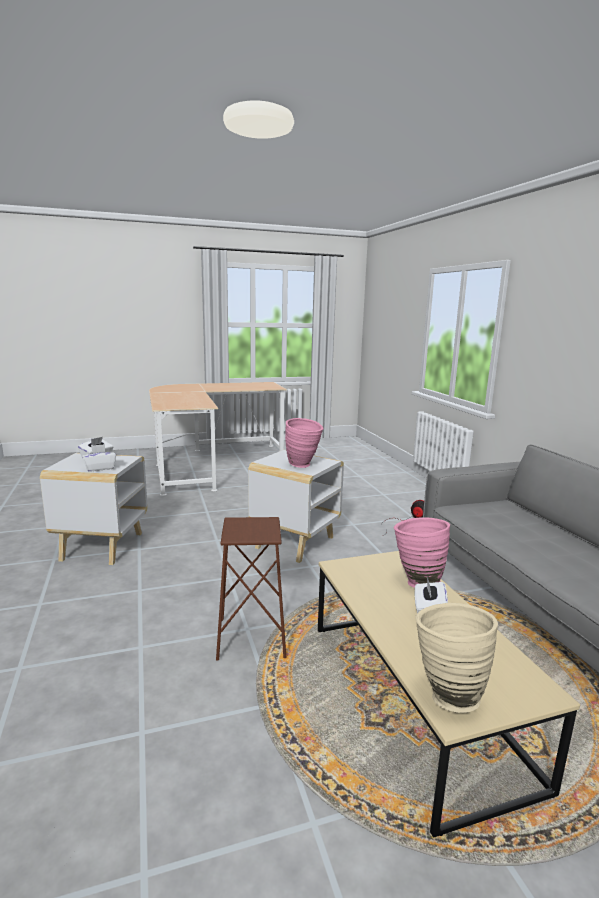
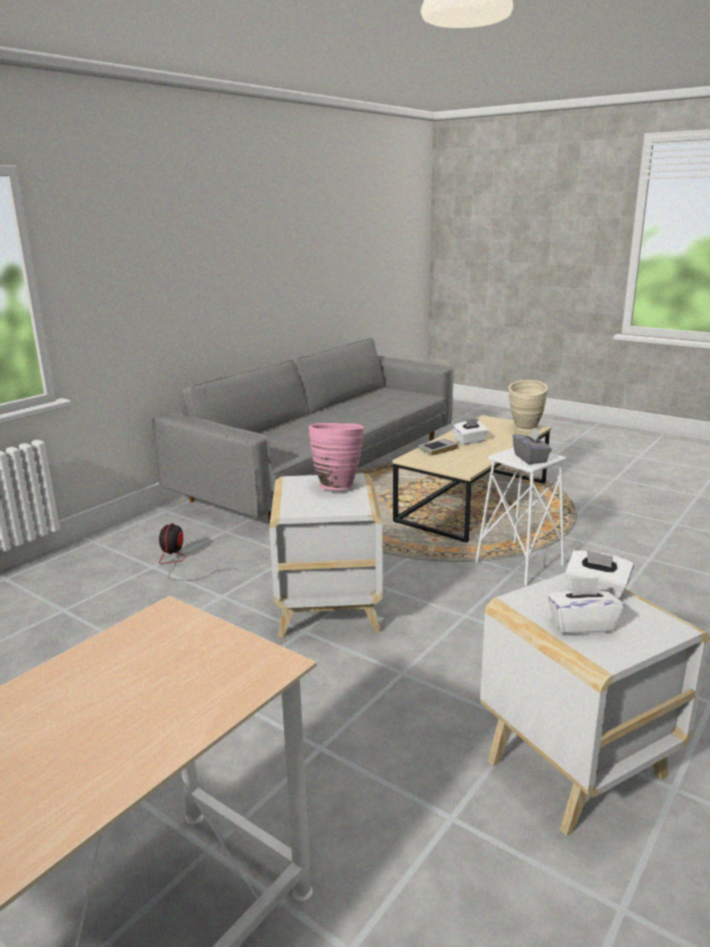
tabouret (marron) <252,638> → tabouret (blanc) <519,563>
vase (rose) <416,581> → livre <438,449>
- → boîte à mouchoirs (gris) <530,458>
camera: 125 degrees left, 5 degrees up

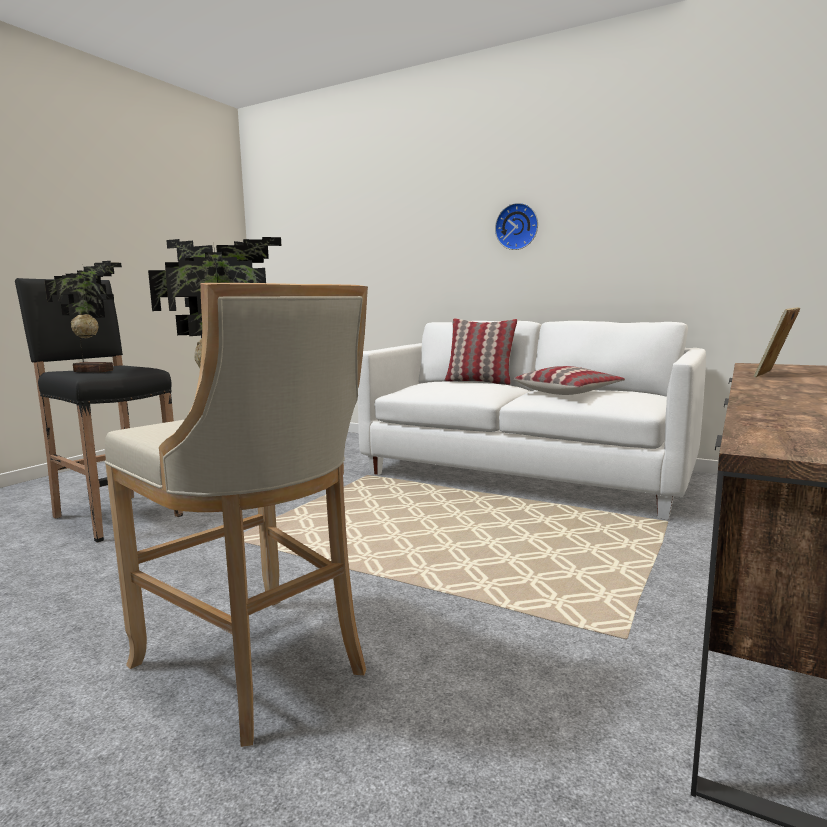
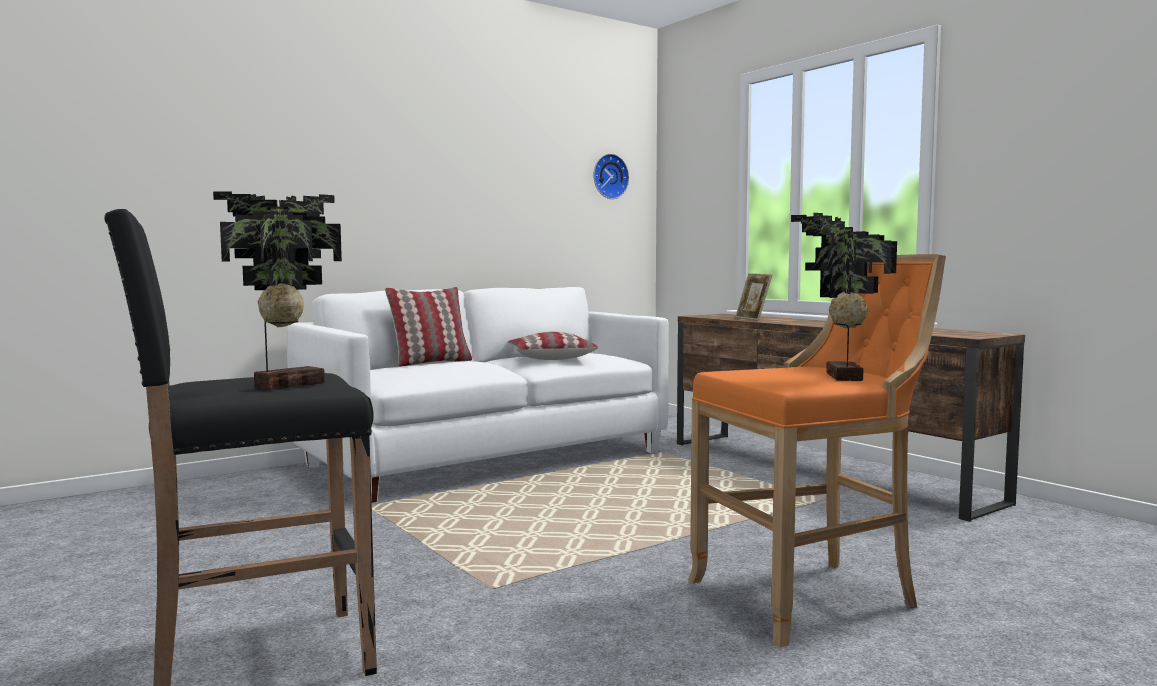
tabouret (beige) <258,668> → tabouret (orange) <810,596>
horloge murale <517,227> → horloge murale <609,176>, relocated
camera: 65 degrees left, 5 degrees down

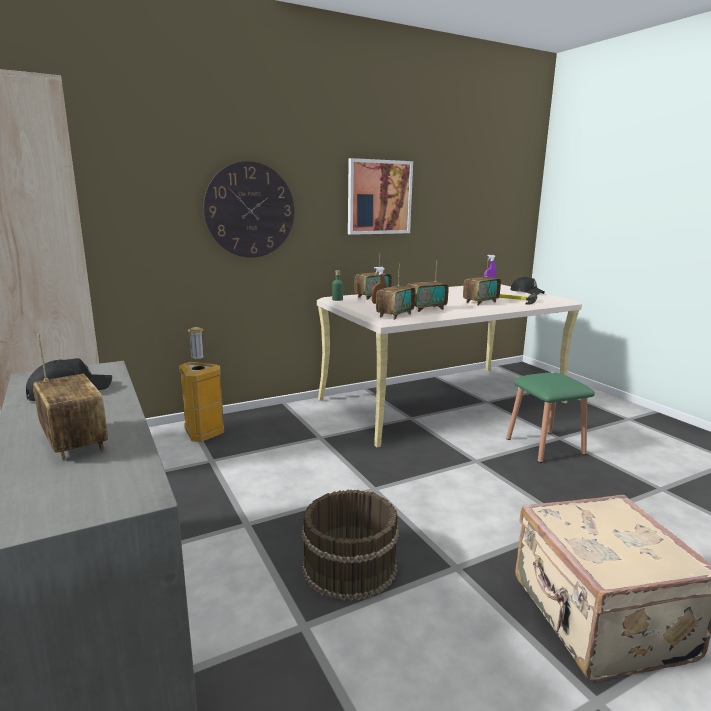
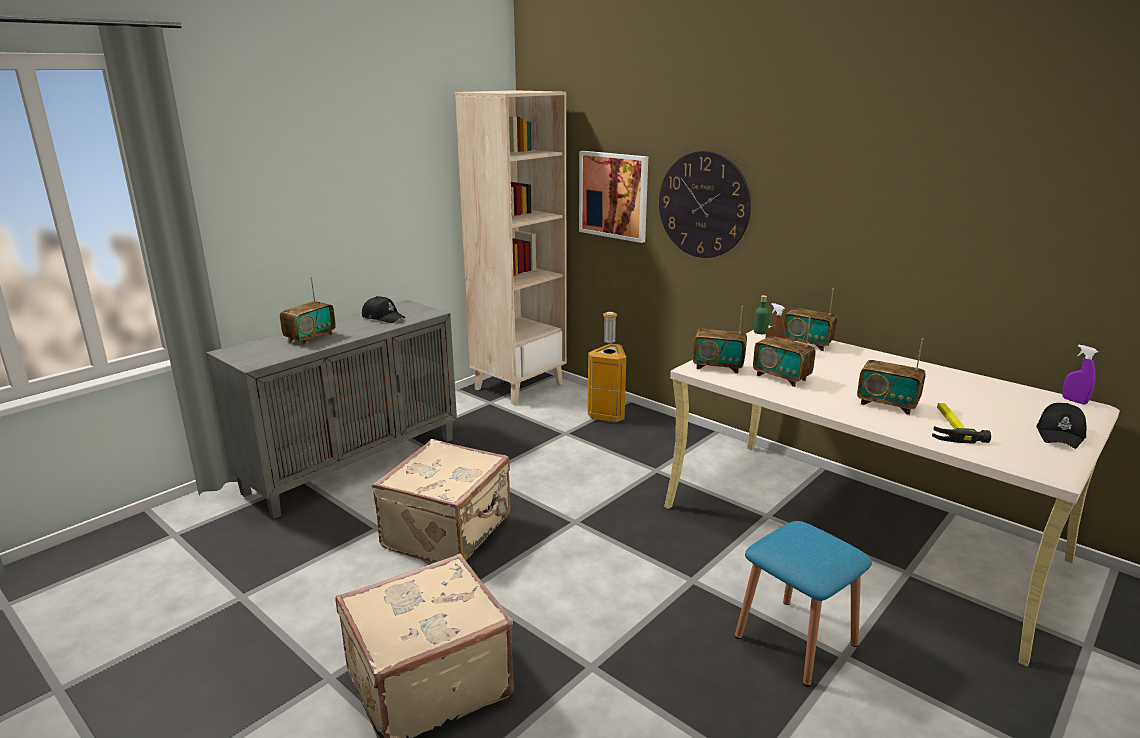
seau (marron) <349,565> → valise (beige) <450,532>
tableau <379,197> → tableau <613,195>, relocated
tabouret (vert) <545,446> → tabouret (bleu) <796,640>
camera: 70 degrees right, 5 degrees up

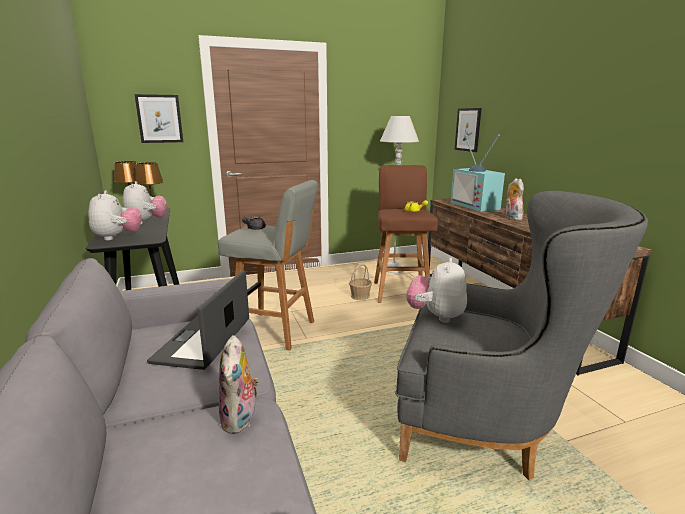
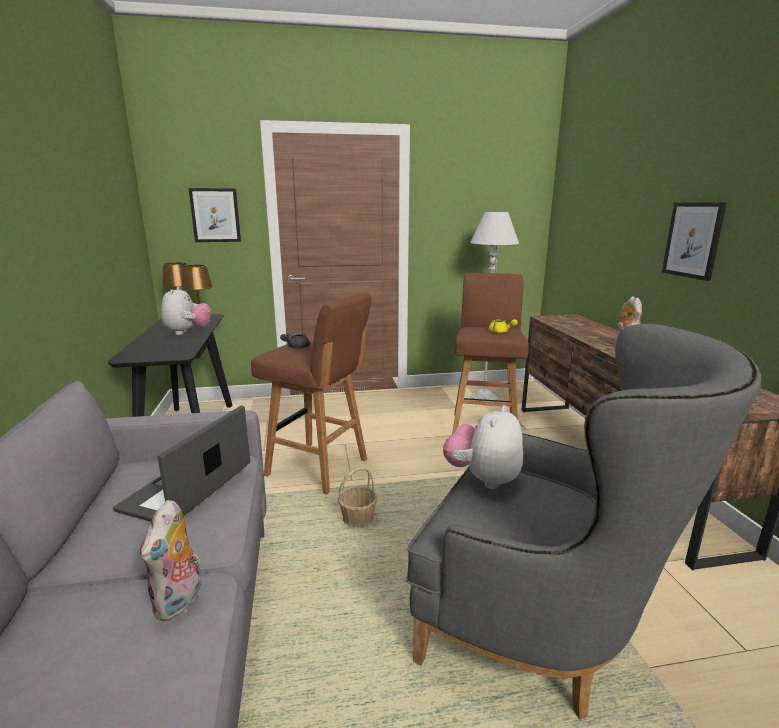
peluche <117,237> → -
tabouret (gris) <276,331> → tabouret (marron) <319,468>
panier <360,296> → panier <358,519>, relocated
téléviseur <477,206> → -
tableau <468,129> → tableau <693,240>, relocated
camera: 10 degrees right, 0 degrees up

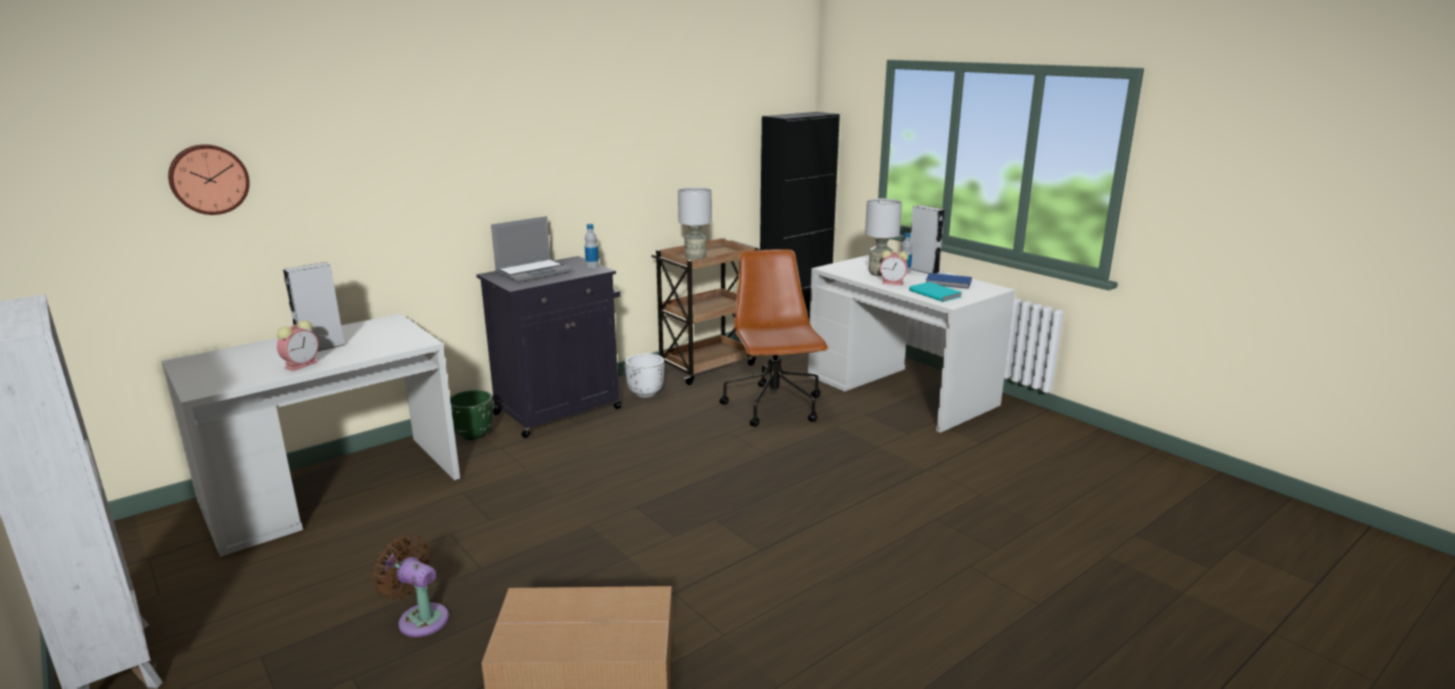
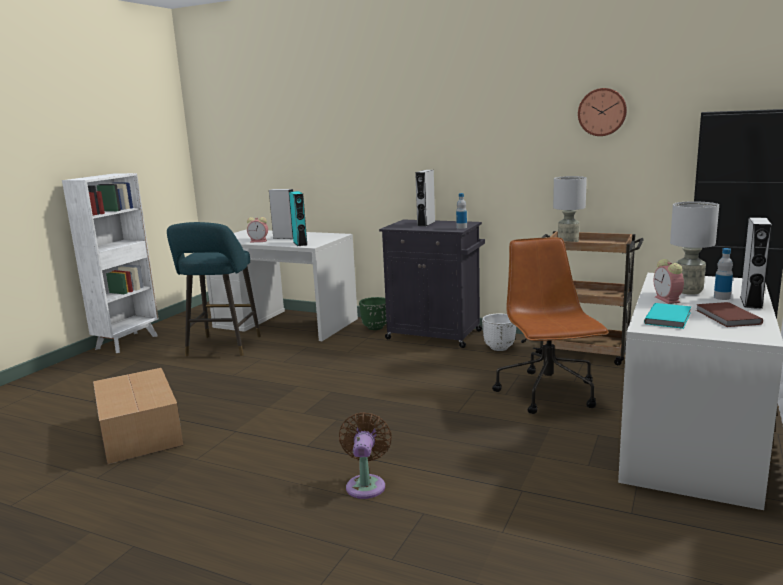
horloge murale <209,179> → horloge murale <602,112>, relocated
ventilateur (marron) <420,618> → ventilateur (marron) <366,484>, relocated
ordinateur portable <534,272> → enceinte (gris) <426,224>
chaise de bureau (marron) <774,407> → chaise de bureau (marron) <548,393>, 60 degrees counterclockwise
livre (bleu) <948,283> → livre (marron) <726,317>
- → tabouret (turquoise) <222,347>
- → enceinte (turquoise) <300,243>
camera: 65 degrees right, 5 degrees down

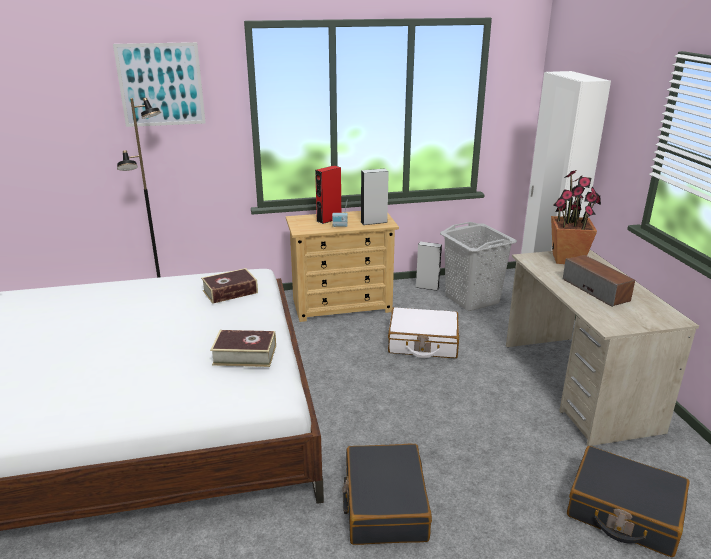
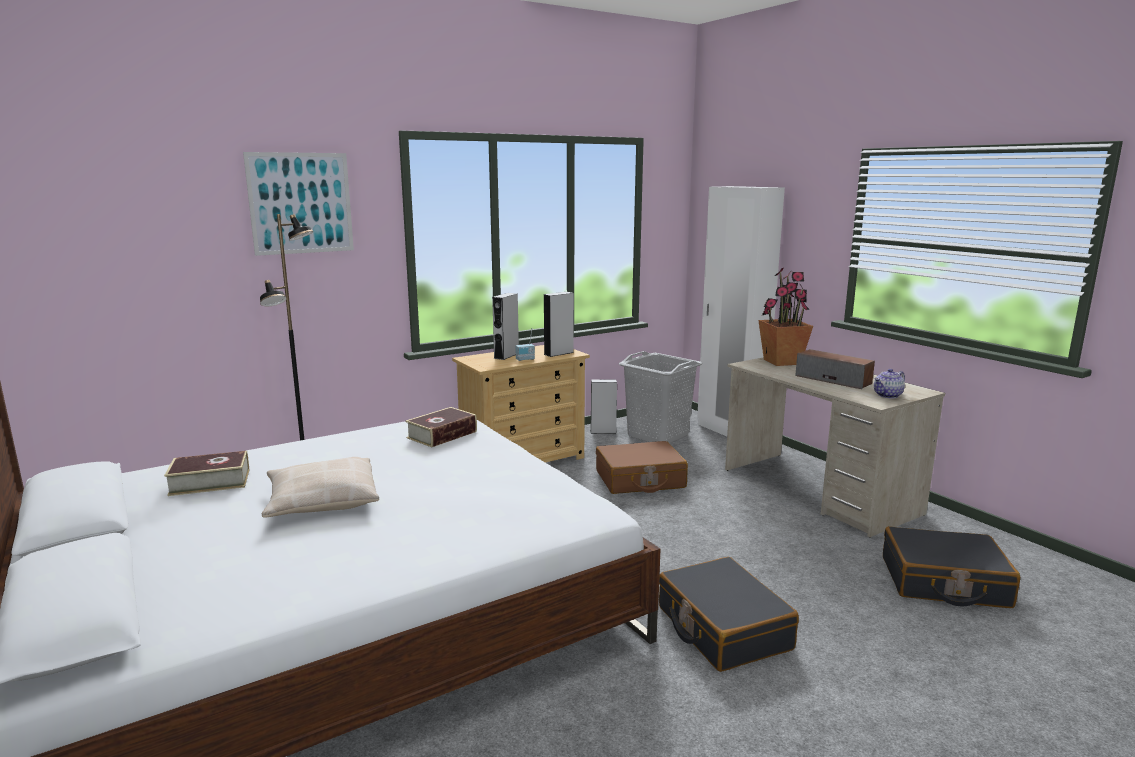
livre <245,355> → livre <210,482>, relocated
enceinte (rouge) <329,219> → enceinte (gris) <506,356>
valise (blanc) <423,343> → valise (marron) <640,480>
- → coussin (beige) <322,500>
- → théière <888,395>
camera: 20 degrees left, 10 degrees down

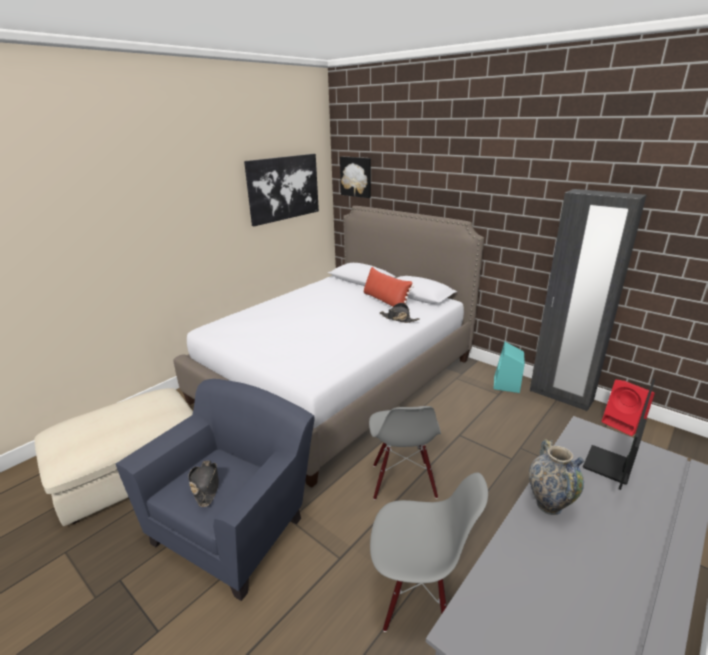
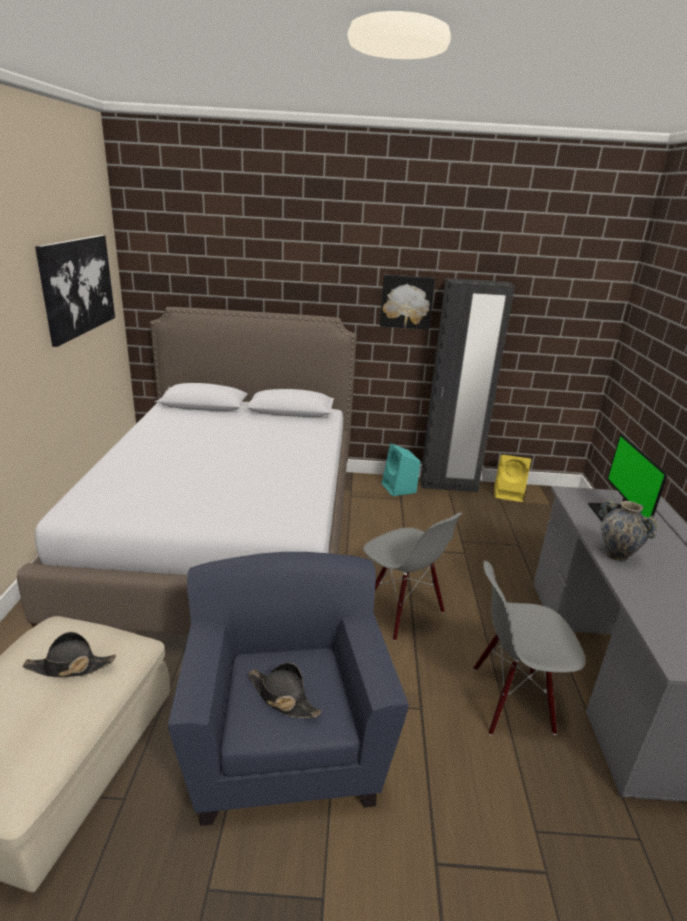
tableau <356,176> → tableau <406,301>, relocated
coussin (rouge) <385,301> → -
chaise (gris) <418,597> → chaise (gris) <511,700>, 150 degrees counterclockwise
chapeau (noir) <398,319> → chapeau (noir) <70,666>, relocated
enceinte (rouge) <624,423> → enceinte (jaune) <509,493>
camera: 40 degrees left, 0 degrees up

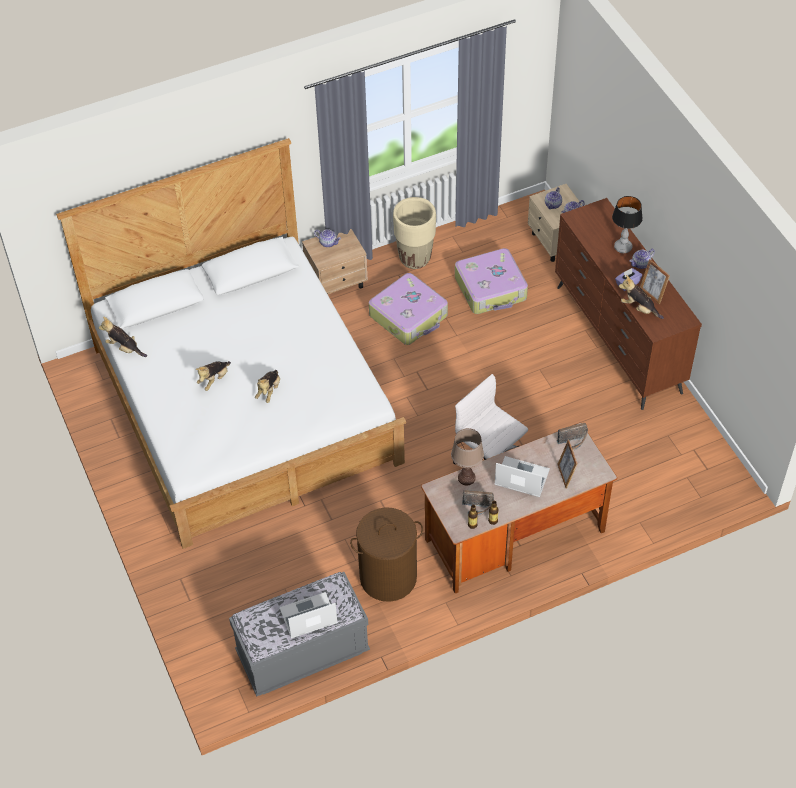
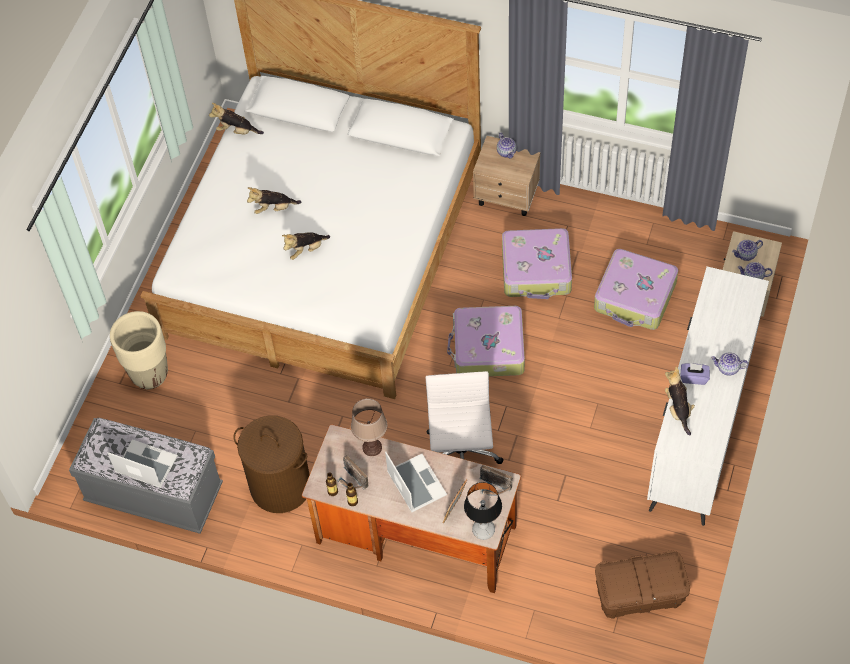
peluche <124,348> → peluche <237,131>, 60 degrees counterclockwise
cache-pot (beige) <414,258> → cache-pot (beige) <149,375>, relocated
commode (marron) <618,340> → commode (blanc) <699,429>
lampe de table <623,247> → lampe de table <484,530>, relocated
cadre photo <652,294> → -
- → valise <488,349>
- → boîte de rangement (marron) <639,594>
camera: 45 degrees right, 5 degrees up

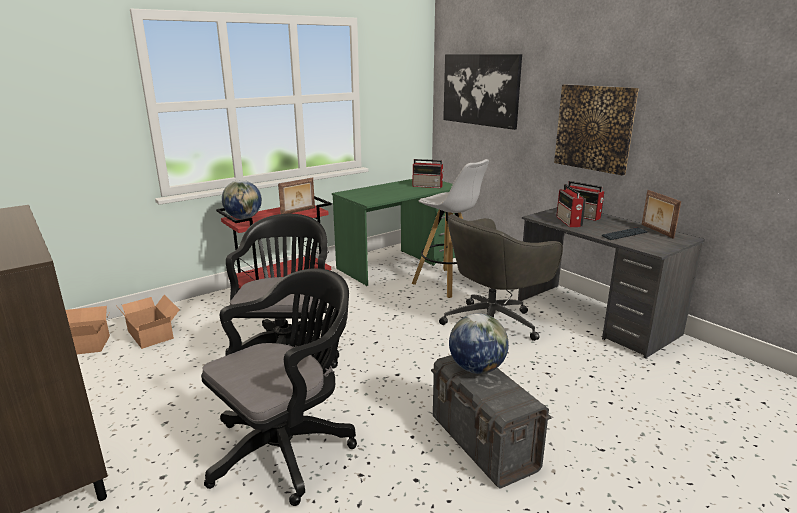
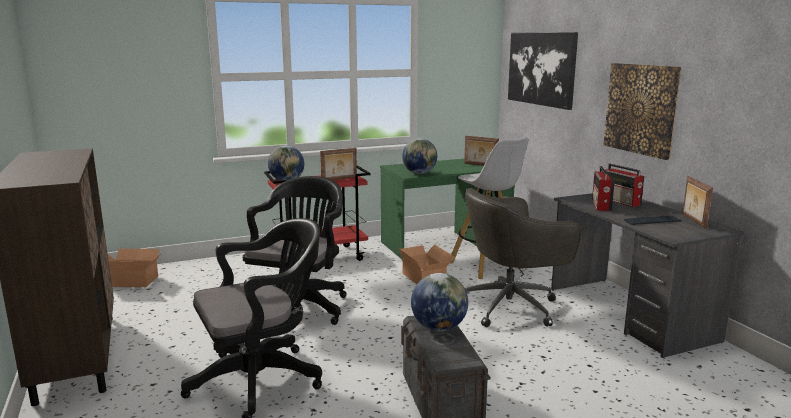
carton <152,333> → carton <425,277>, relocated
radio <428,186> → cadre photo <480,165>
- → globe <419,173>
camera: 15 degrees right, 5 degrees down

